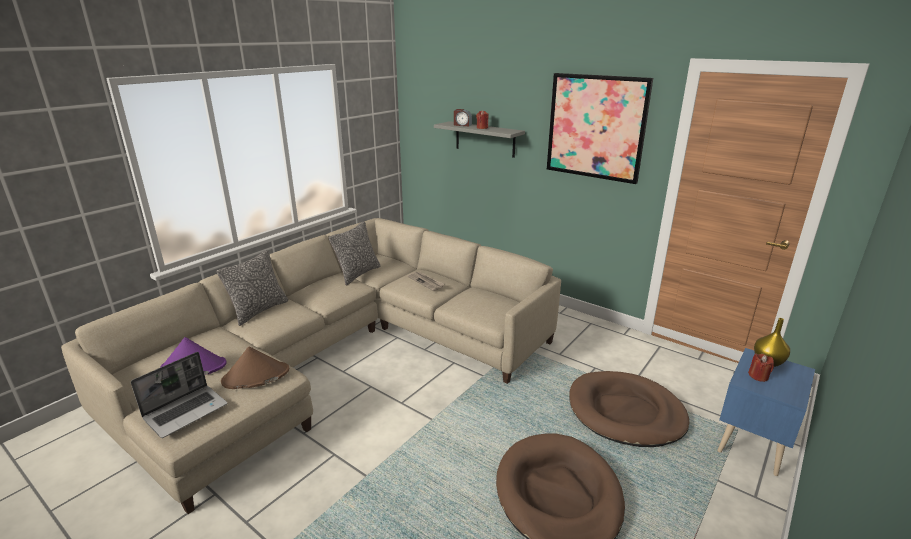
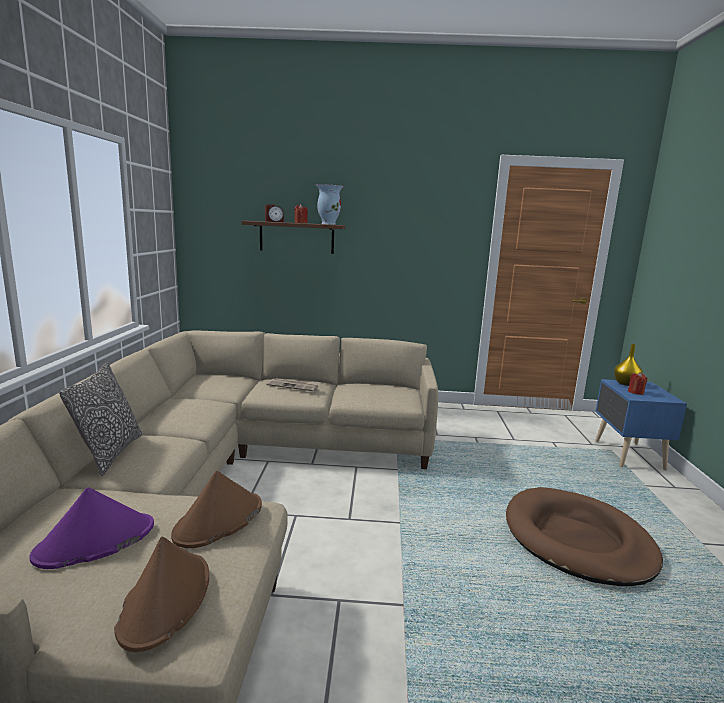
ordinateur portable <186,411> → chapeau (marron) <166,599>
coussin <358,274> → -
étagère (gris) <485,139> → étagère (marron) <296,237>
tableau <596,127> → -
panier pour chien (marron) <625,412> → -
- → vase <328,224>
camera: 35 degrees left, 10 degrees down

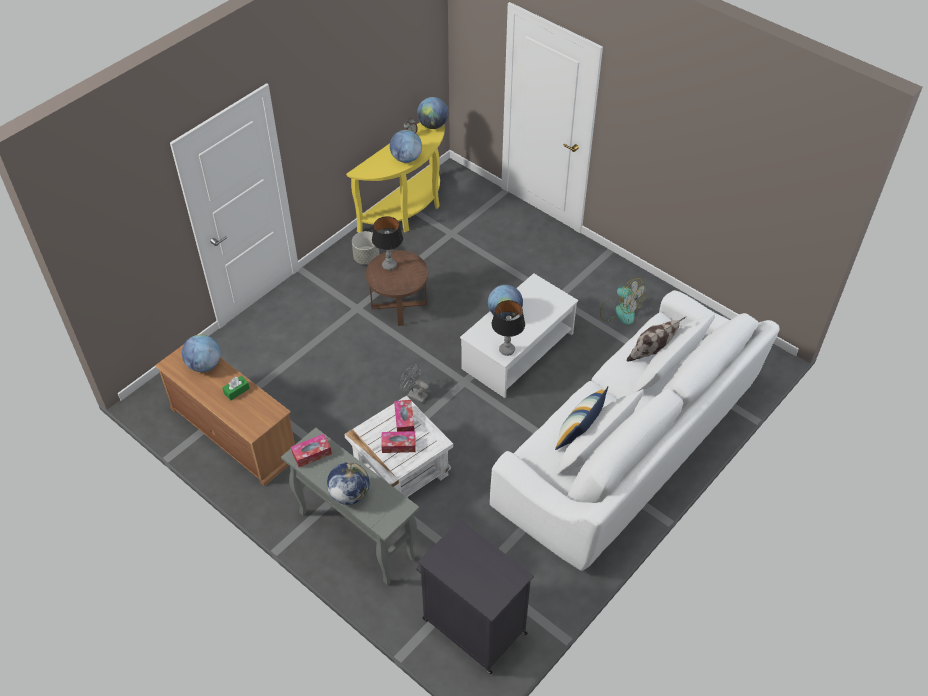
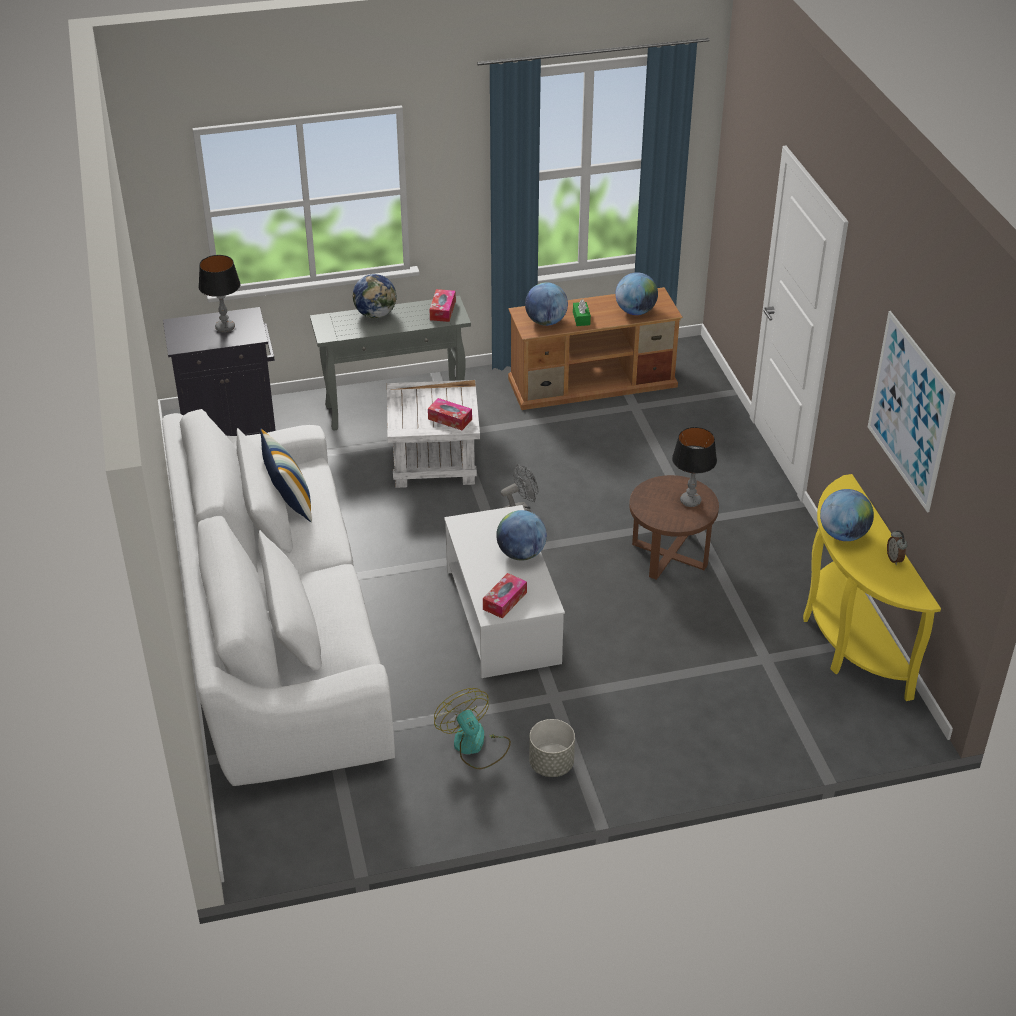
cache-pot (gris) <366,258> → cache-pot (gris) <551,764>, relocated
boîte à mouchoirs <398,445> → boîte à mouchoirs <504,601>, relocated
globe <433,125> → globe <546,322>, relocated
lampe de table <506,350> → lampe de table <225,327>, relocated
ventilateur <620,311> → ventilateur <474,746>, 75 degrees clockwise
coussin <652,355> → -
- → tableau <909,411>
camera: 125 degrees right, 10 degrees down

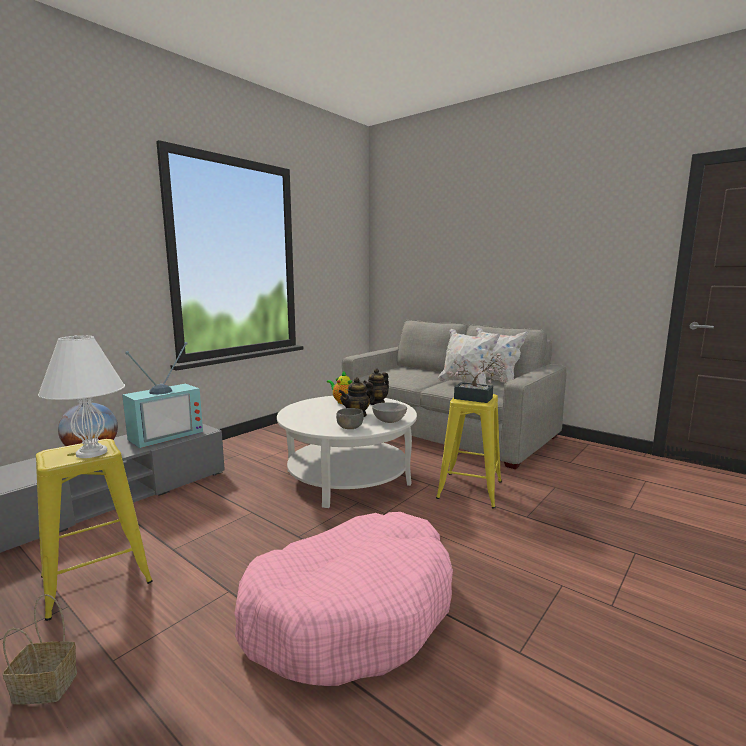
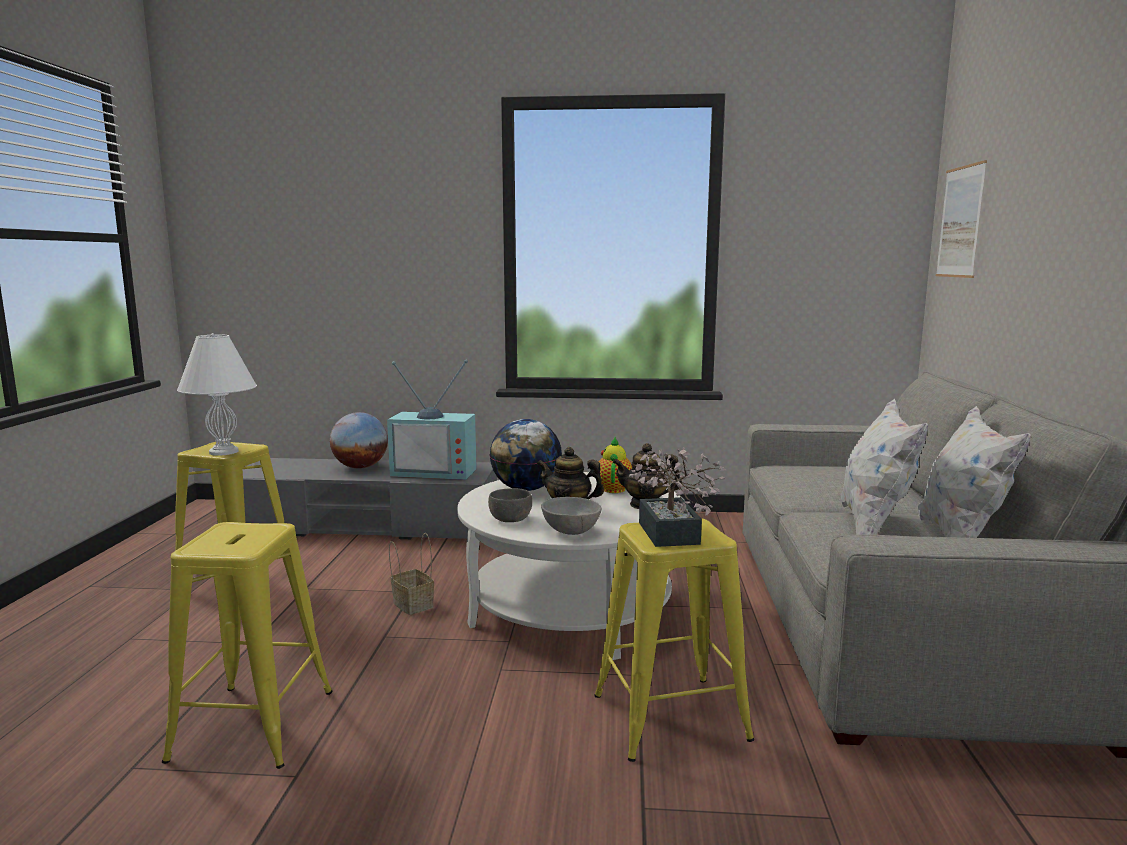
panier <43,688> → panier <411,604>, relocated
panier pour chien (rose) <351,610> → tabouret (jaune) <253,724>
- → globe <525,489>
- → tableau <960,222>
camera: 55 degrees right, 0 degrees up

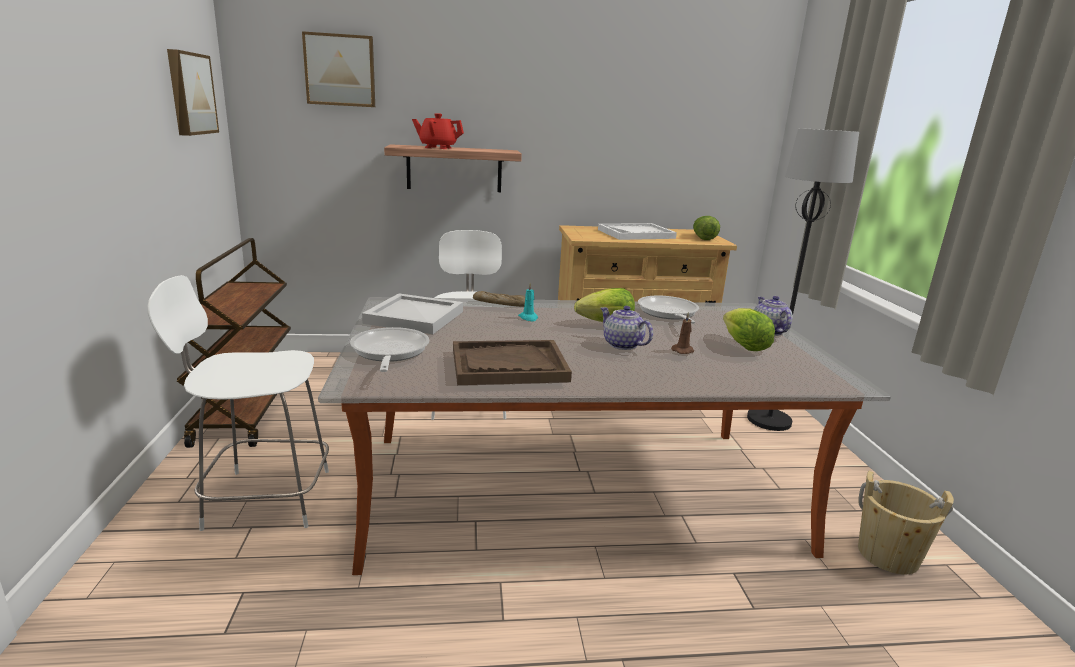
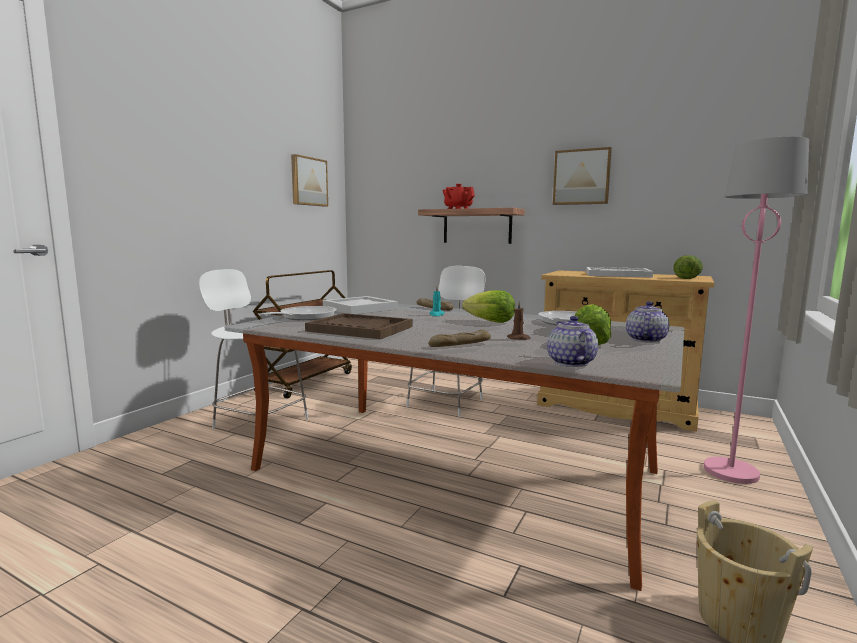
tableau <340,70> → tableau <582,177>, relocated
théière <622,344> → théière <570,362>, relocated
lampadaire (noir) <769,420> → lampadaire (rose) <731,472>
- → pain <460,345>
camera: 35 degrees right, 10 degrees down

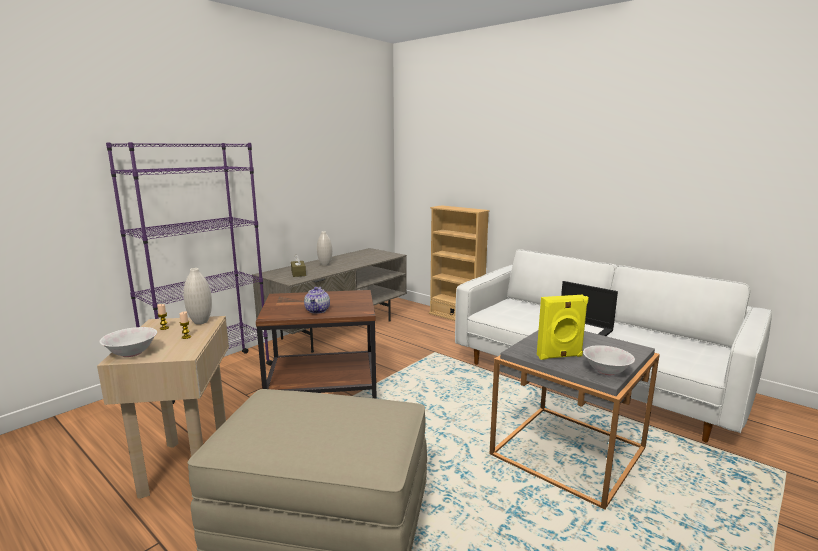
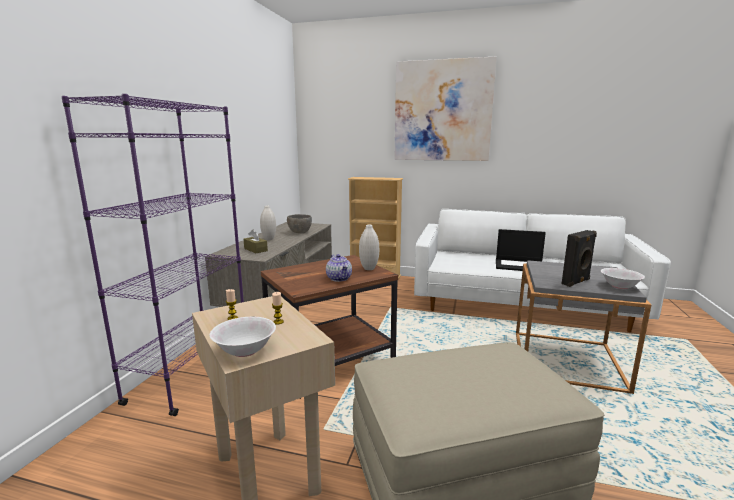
vase (blanc) <200,322> → vase (blanc) <369,268>, relocated
enceinte (jaune) <560,356> → enceinte (noir) <576,282>
- → bol (gris) <299,232>
- → tableau <442,111>
camera: 25 degrees left, 0 degrees up

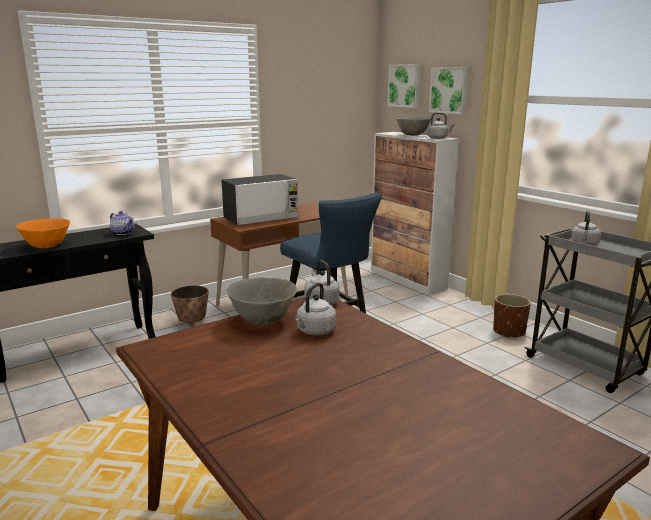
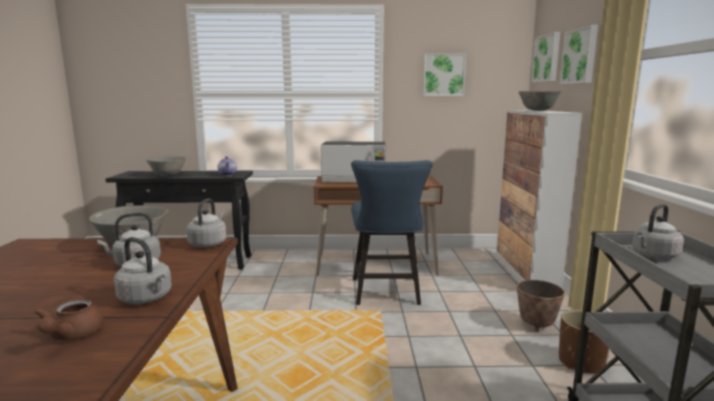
bol (orange) <46,246> → bol (gris) <167,175>
cache-pot <192,323> → cache-pot <536,325>, relocated
bouilloire (gris) <438,138> → bouilloire (gris) <147,298>, relocated
- → théière (marron) <71,336>
- → tableau <443,75>
camera: 35 degrees right, 5 degrees down

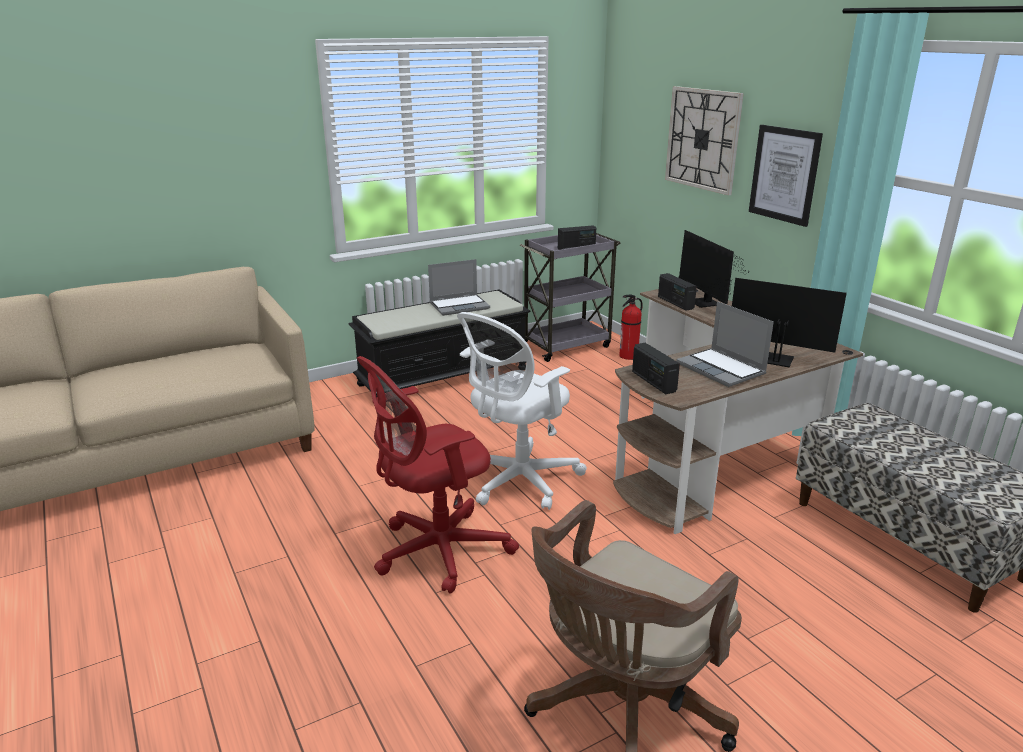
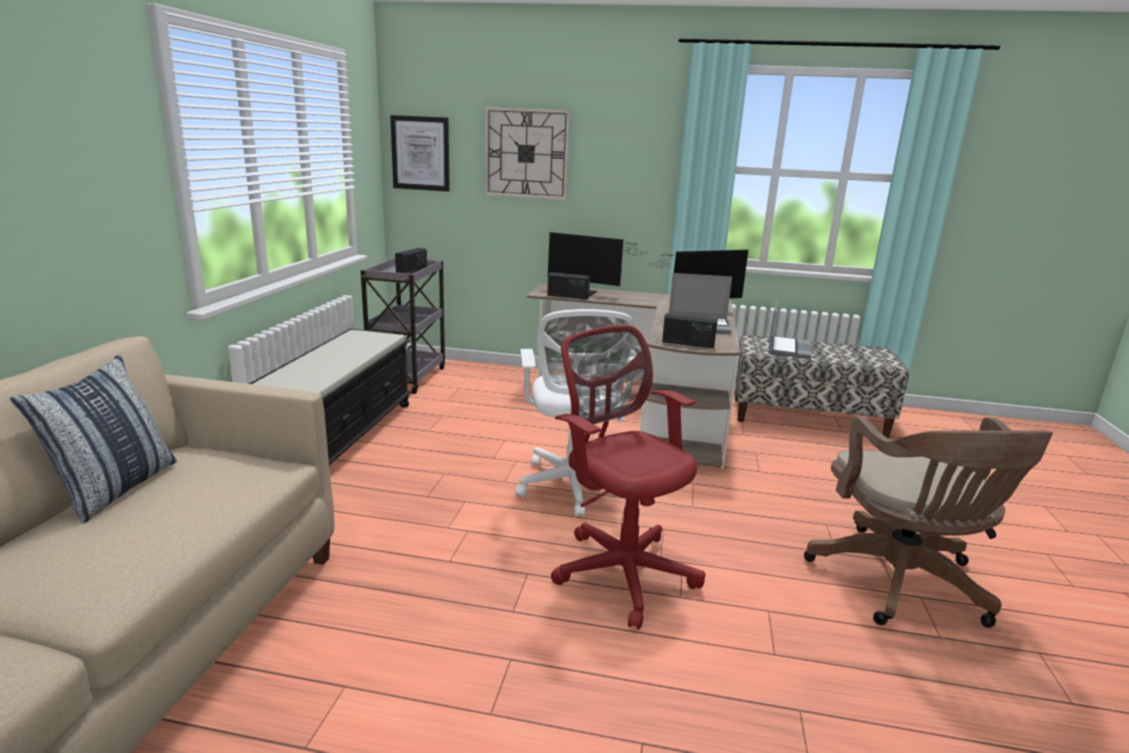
chaise de bureau (rouge) <436,552> → chaise de bureau (rouge) <621,569>, 135 degrees clockwise
ordinateur portable <460,306> → ordinateur portable <787,348>, relocated
extincteur <628,356> → -
tableau <784,174> → tableau <420,153>, relocated
- → coussin <116,489>
camera: 50 degrees left, 5 degrees down

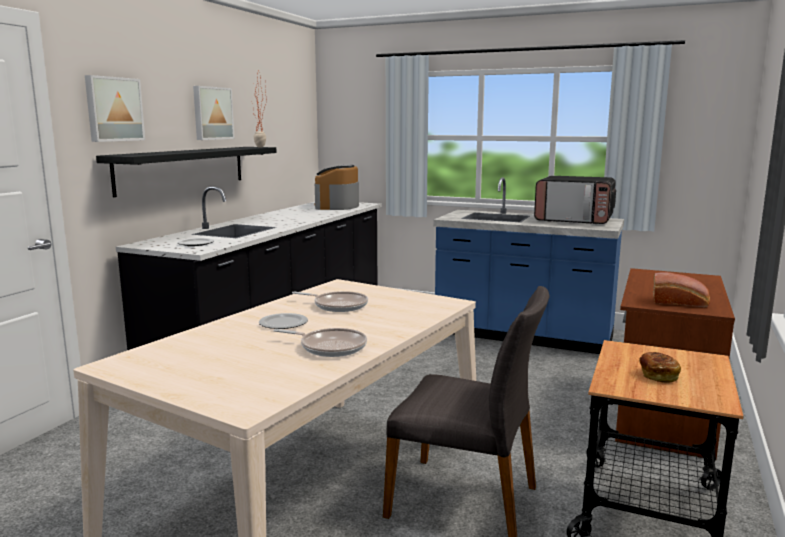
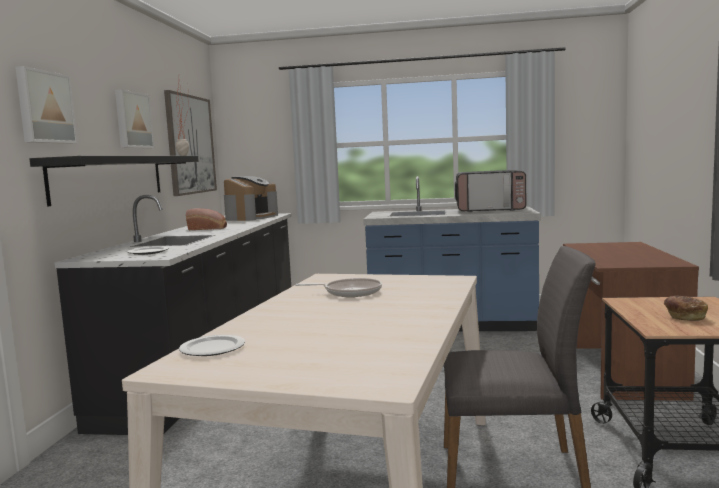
assiette <283,323> → assiette <211,348>, relocated
poêle <329,347> → -
machine à café <337,206> → machine à café <251,217>, 150 degrees counterclockwise
pain <680,302> → pain <208,228>, relocated
- → tableau <190,144>
camera: 15 degrees left, 5 degrees down

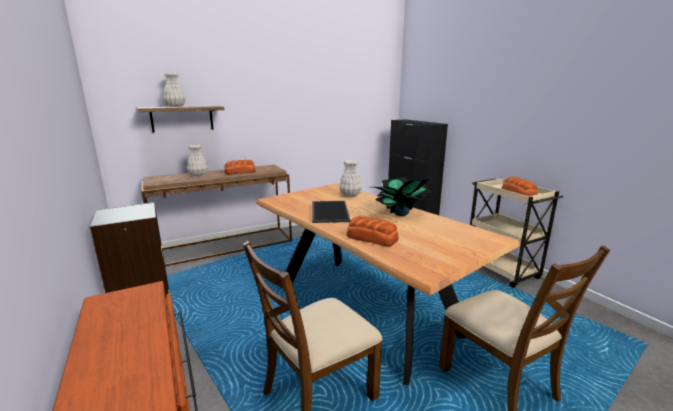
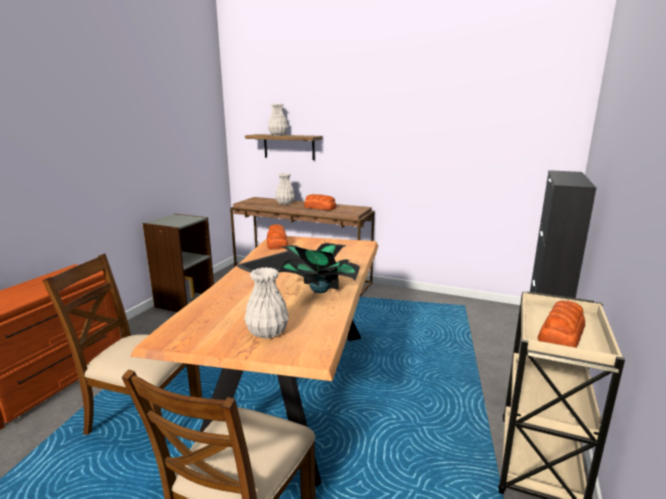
vase (blanc) <350,195> → vase (blanc) <268,332>, relocated
pain <371,238> → pain <277,243>, relocated
camera: 50 degrees right, 0 degrees up

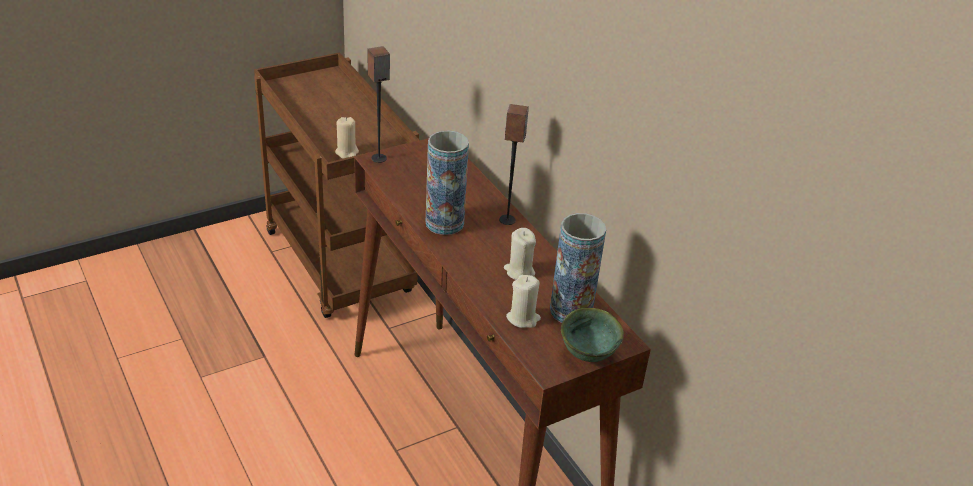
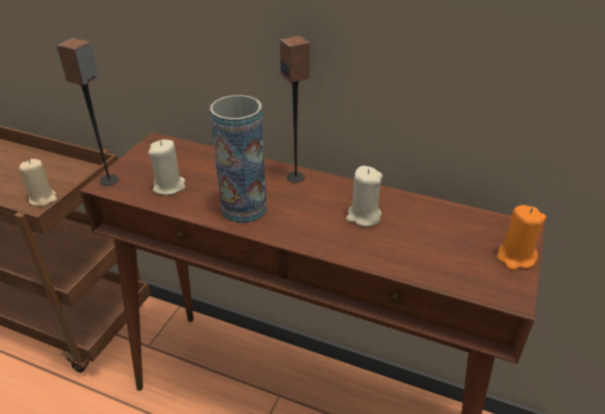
bougie (beige) <523,318> → bougie (beige) <169,186>, relocated
vase <571,311> → -
bol (vert) <589,354> → bougie (orange) <515,258>
camera: 35 degrees left, 0 degrees up

